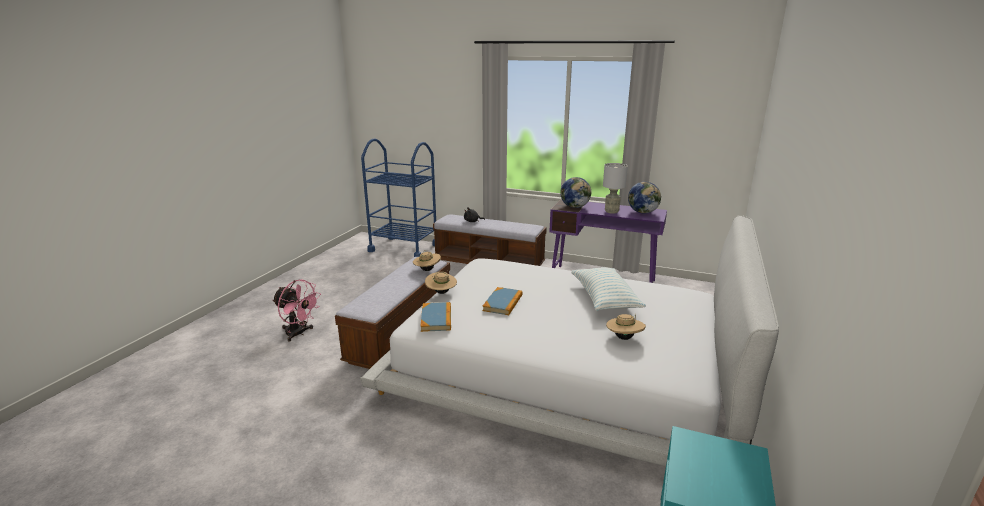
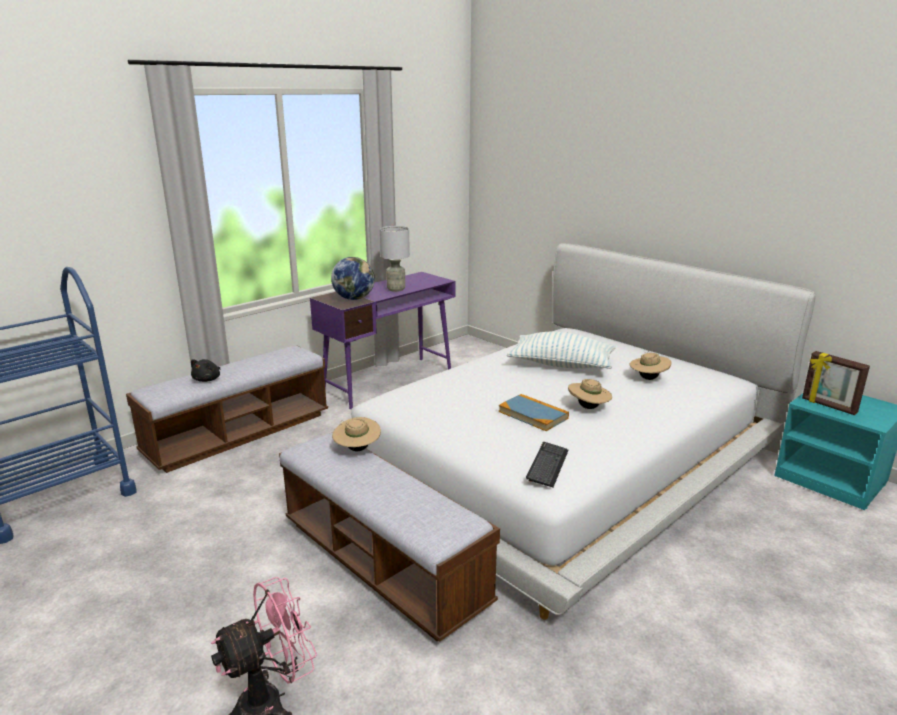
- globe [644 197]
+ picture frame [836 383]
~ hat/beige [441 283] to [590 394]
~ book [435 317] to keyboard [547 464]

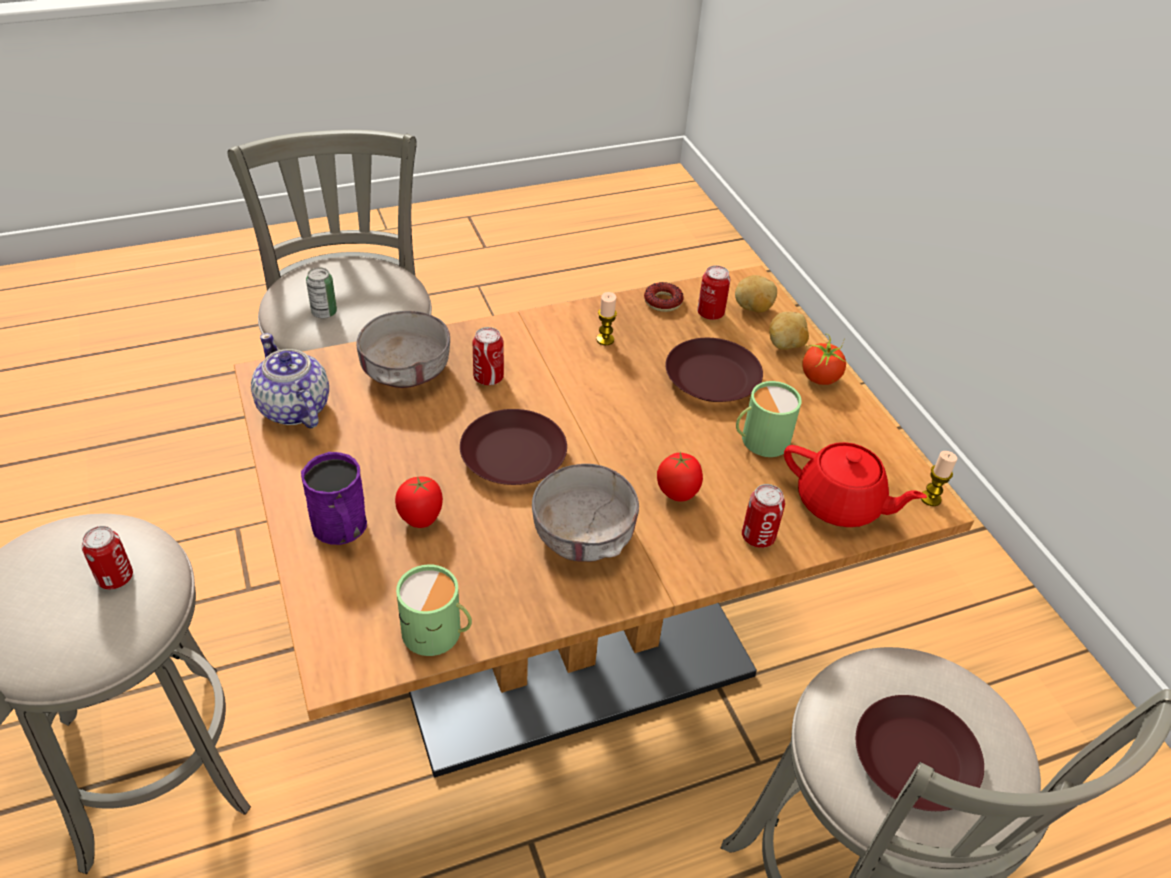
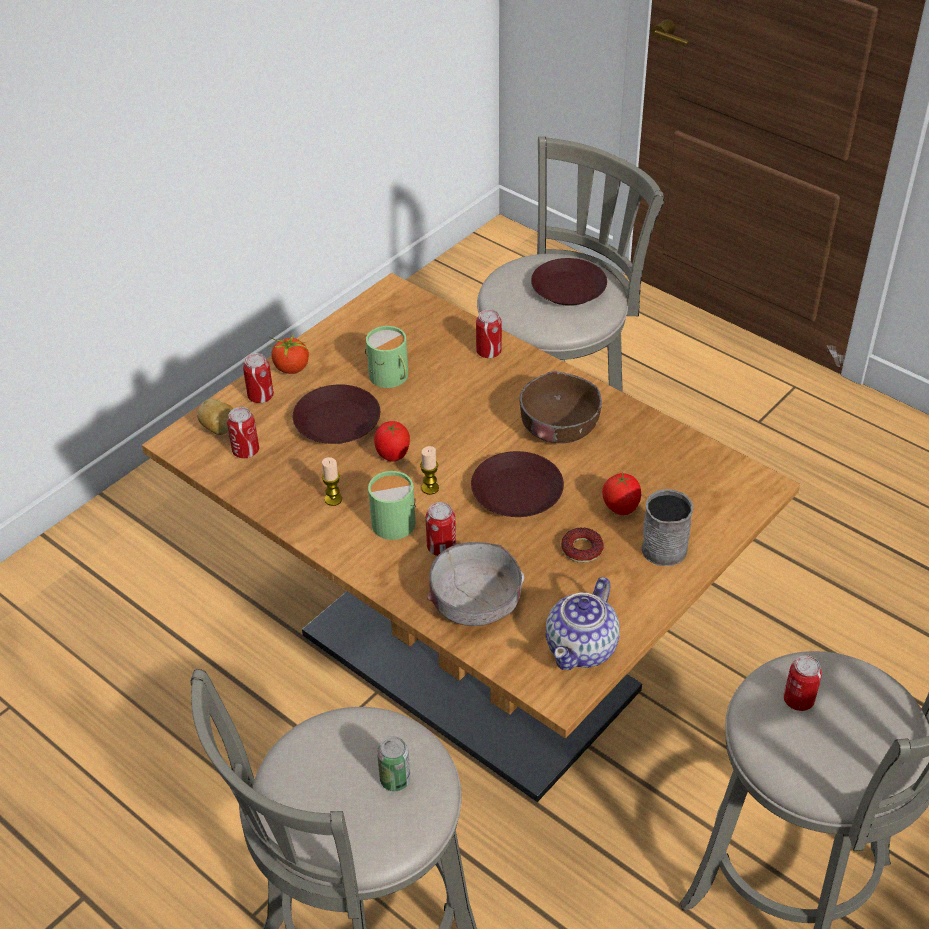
- teapot/red [855 484]
~ mug/green [434 610] to [392 505]
~ donut [663 297] to [582 545]
~ tomato [680 477] to [392 441]
~ candle [939 478] to [429 470]
~ potato [789 331] to can [258 378]
~ mug/purple [334 498] to mug/grey [667 527]
~ bowl/grey [585 513] to bowl/brown [560 407]

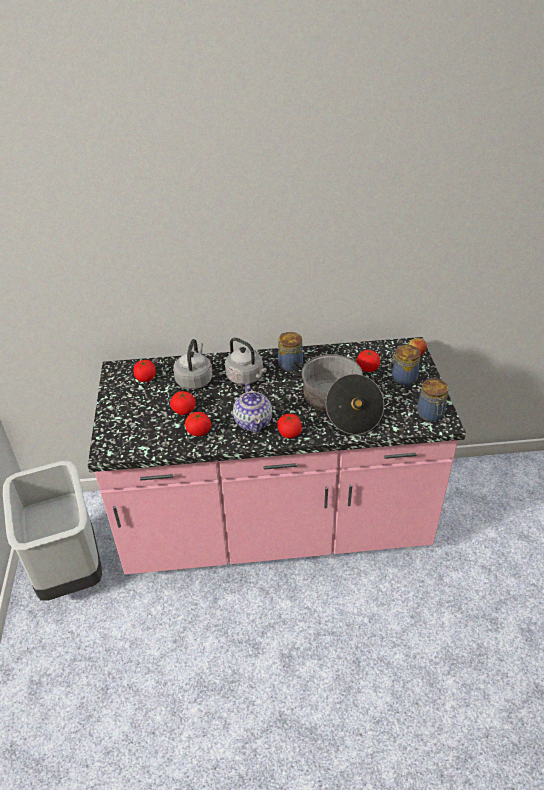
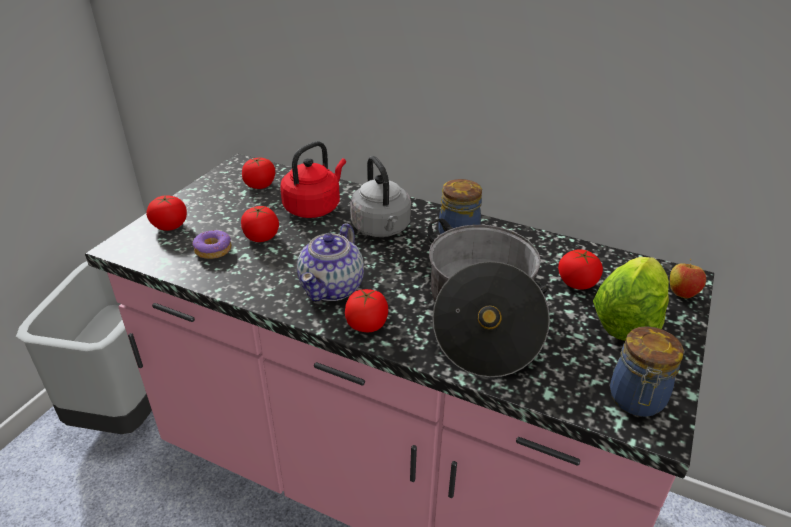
+ donut [211 244]
~ tomato [198 424] to [166 213]
~ jar [405 365] to lettuce [631 299]
~ kettle/grey [192 364] to kettle/red [313 179]

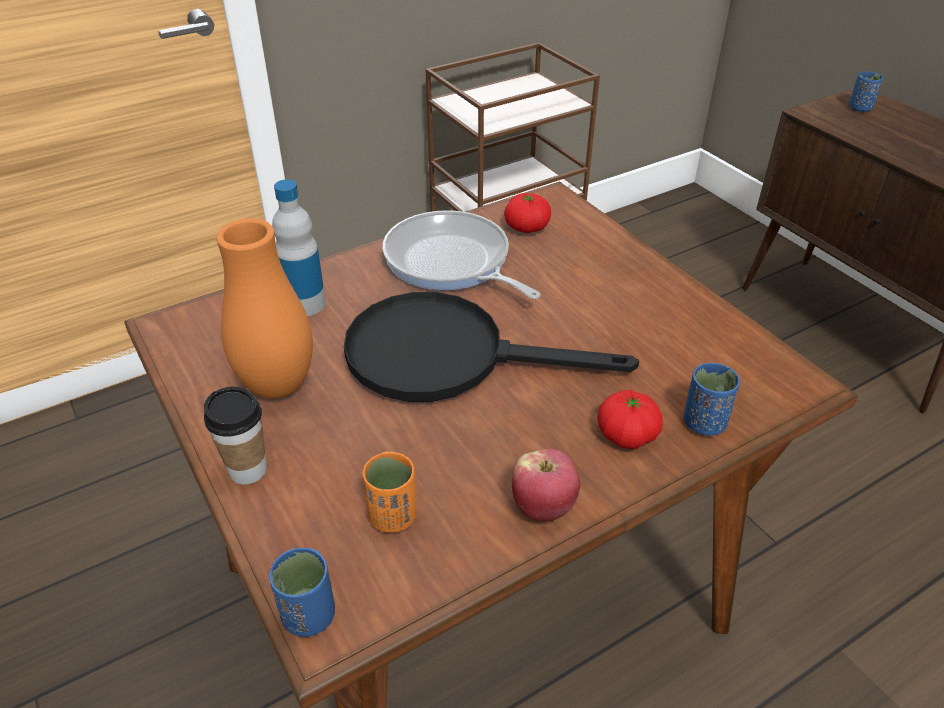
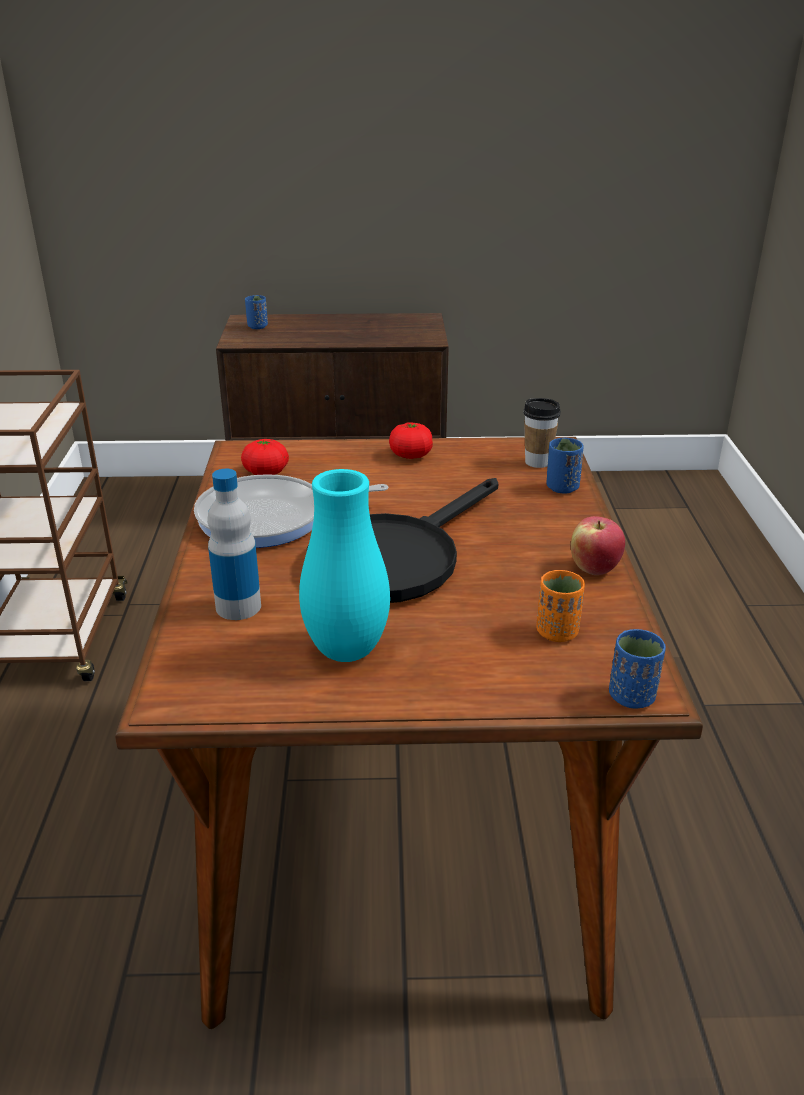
~ cup [235 436] to [542 433]
~ tomato [630 419] to [411 441]
~ vase/orange [264 308] to vase/turquoise [344 565]

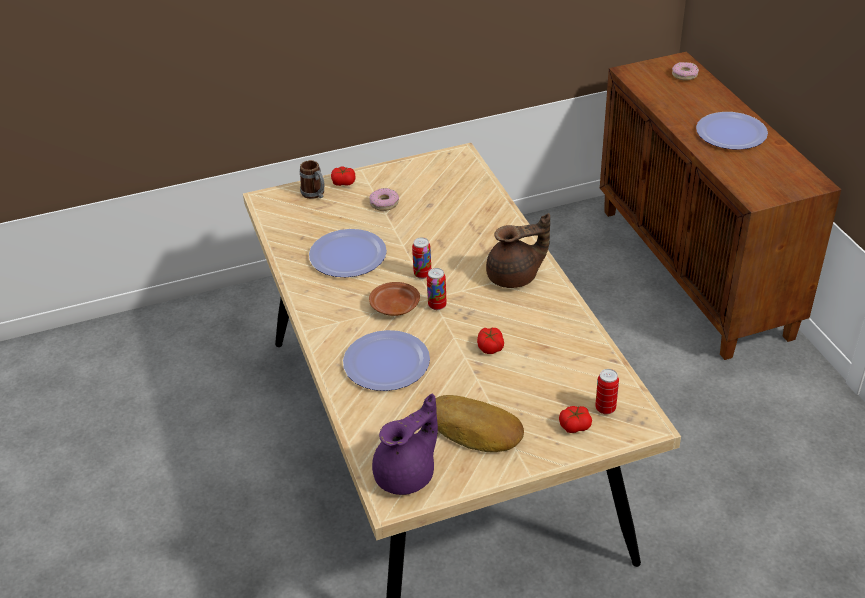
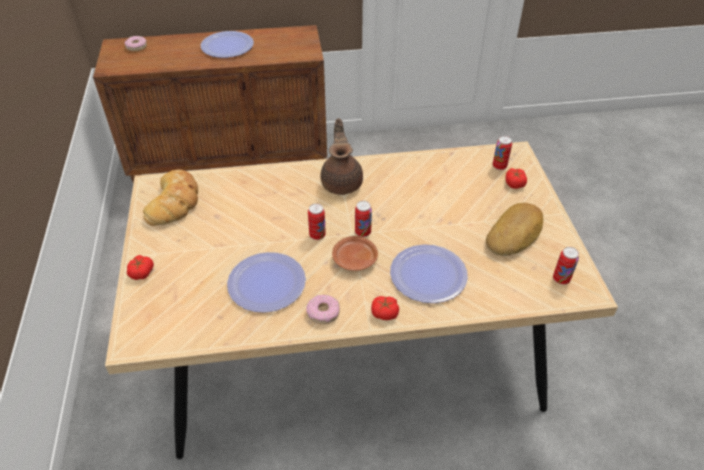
- mug [312 179]
+ bread [170 198]
~ donut [384 199] to [323 309]
~ tomato [490 341] to [385 308]
~ teapot/purple [405 444] to can [566 266]

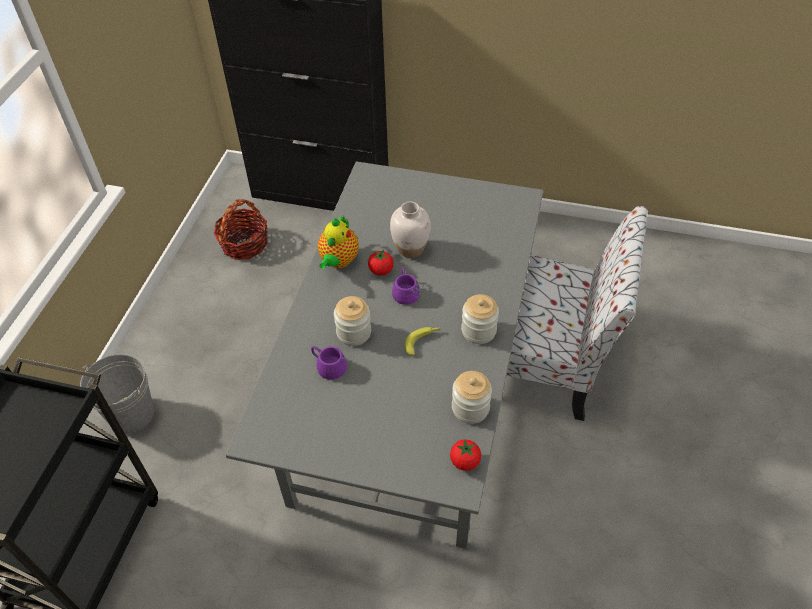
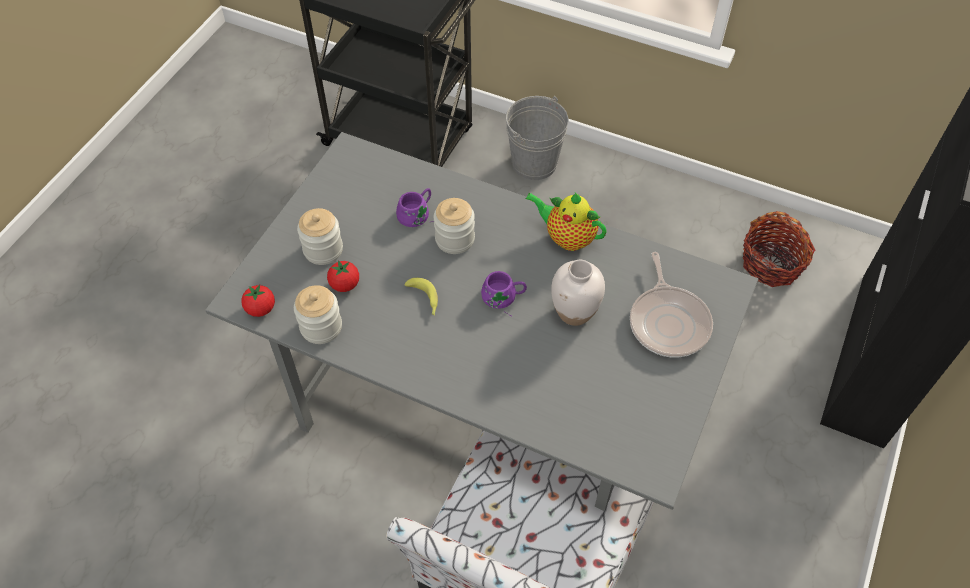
+ frying pan [671 305]
~ tomato [381 263] to [343 276]
~ jar [480 319] to [320 236]

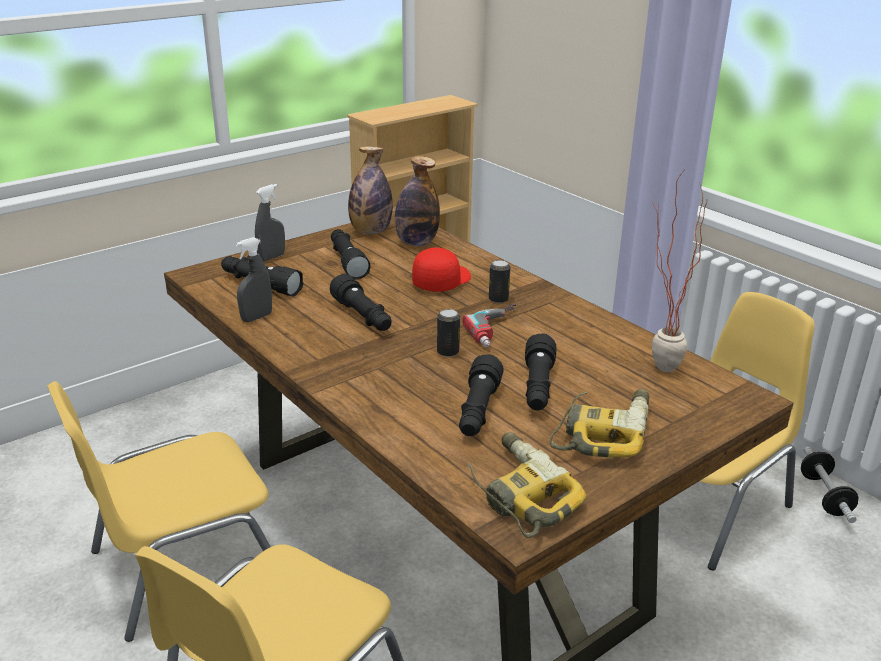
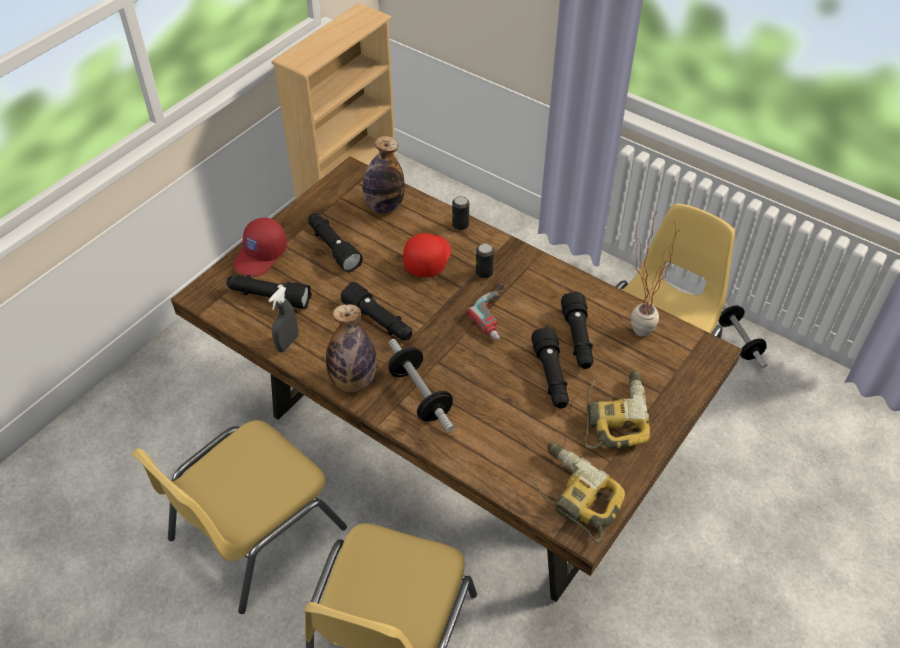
+ dumbbell [421 385]
~ bottle [370 190] to [351 348]
~ can [448 333] to [460 213]
~ flashlight/black [481 395] to [577 330]
~ spray bottle/grey [270 222] to cap/red [260 246]

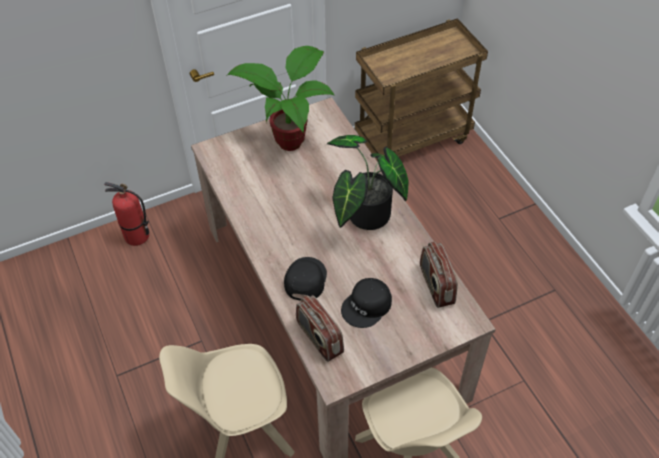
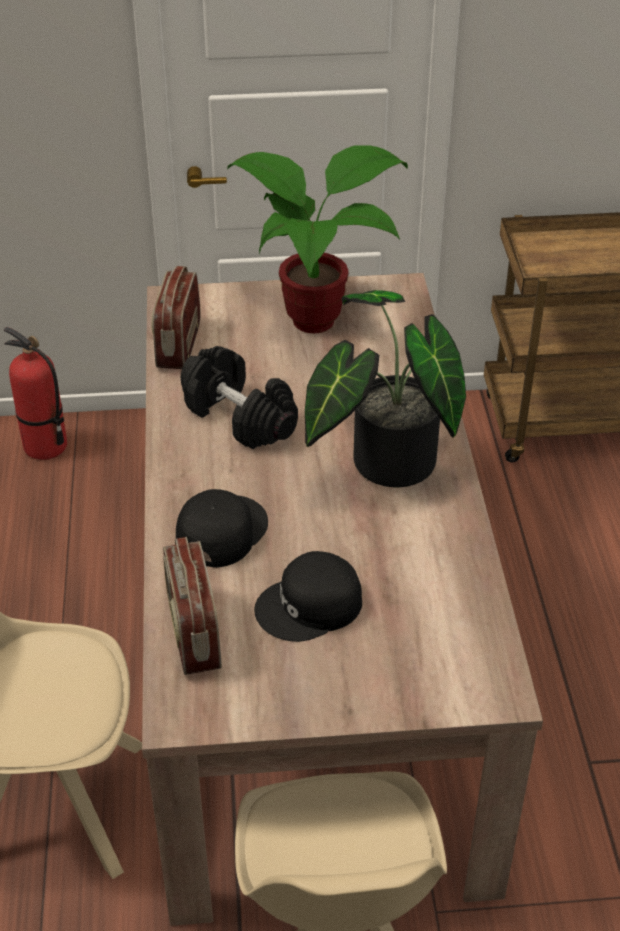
+ dumbbell/black [239 397]
~ radio [439 275] to [176 317]

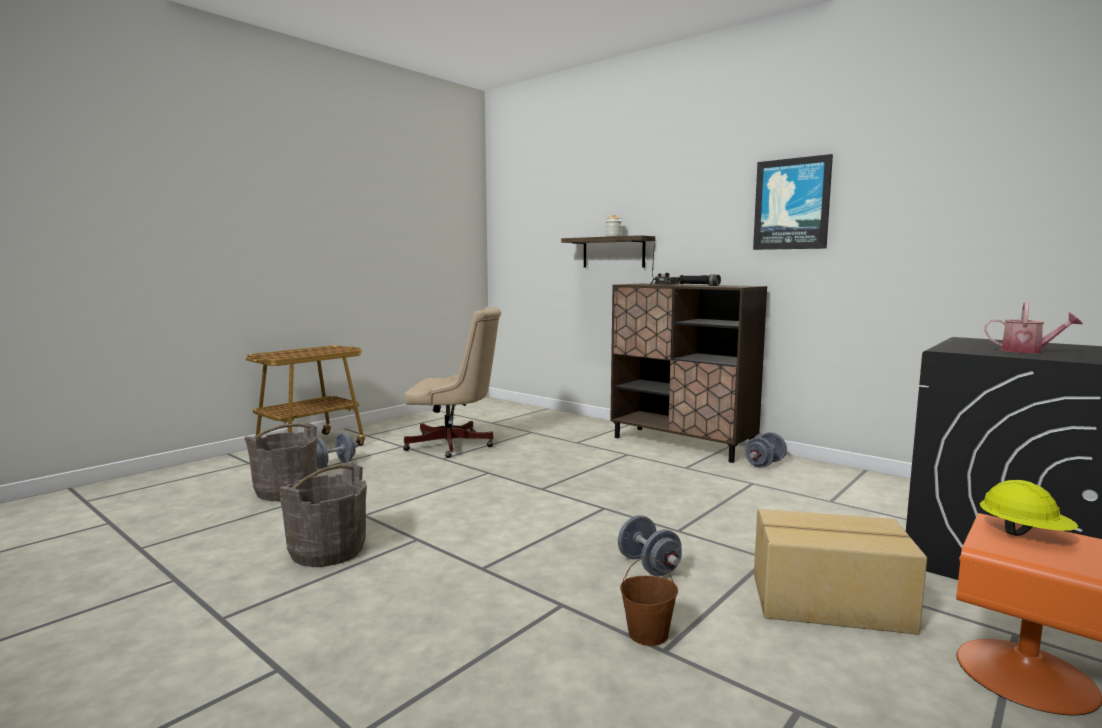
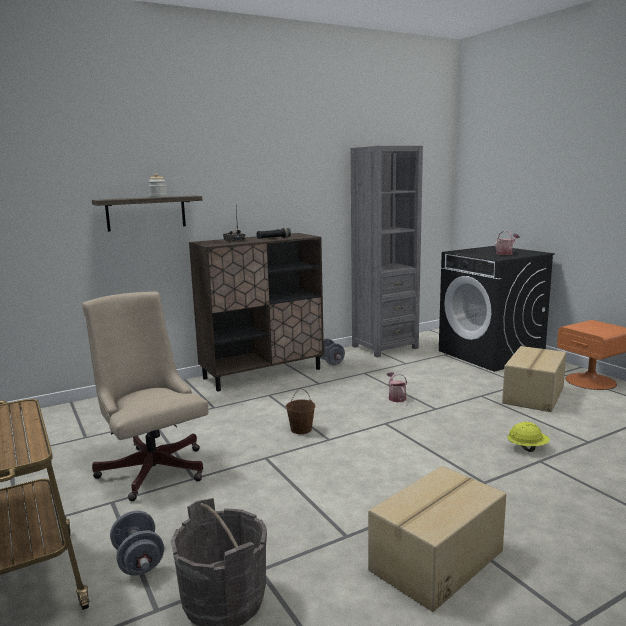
- dumbbell/grey [650 545]
- picture [793 202]
+ bookcase/grey [386 251]
+ watering can [396 387]
~ bucket/brown [649 601] to [300 411]
~ hard hat/yellow [1029 508] to [528 437]
~ bucket/grey [323 515] to cardboard box [437 539]
~ office chair/beige [452 382] = [145 396] 60 degrees counterclockwise

